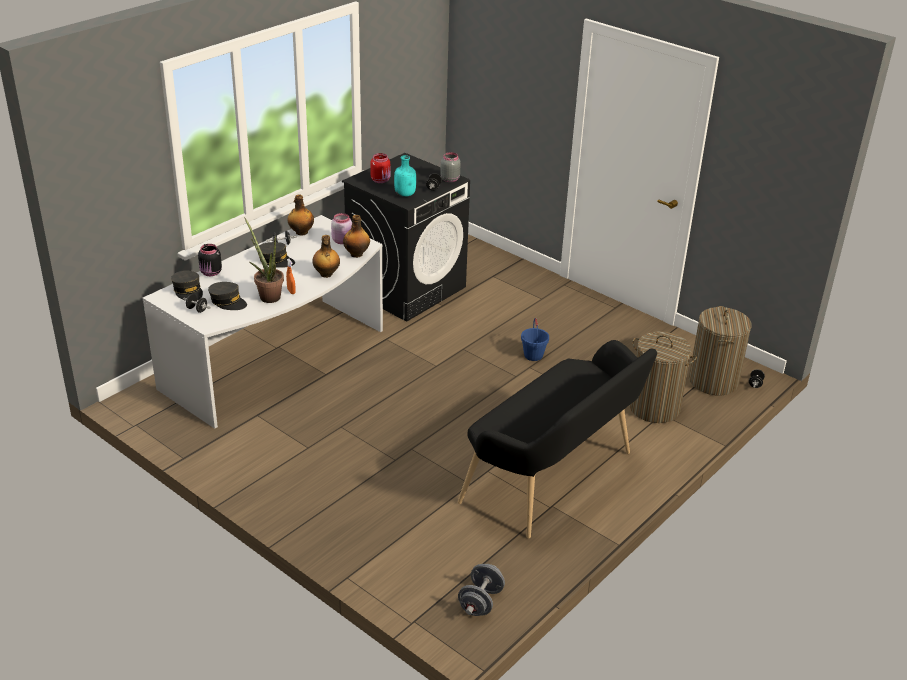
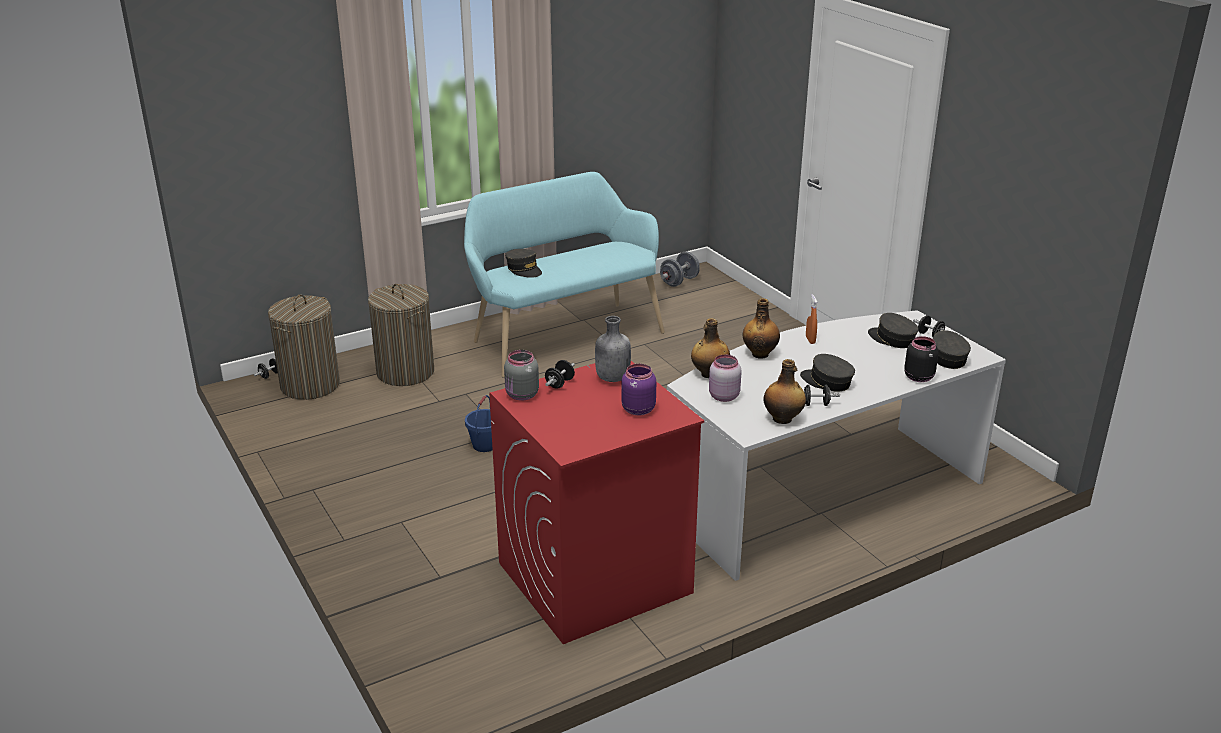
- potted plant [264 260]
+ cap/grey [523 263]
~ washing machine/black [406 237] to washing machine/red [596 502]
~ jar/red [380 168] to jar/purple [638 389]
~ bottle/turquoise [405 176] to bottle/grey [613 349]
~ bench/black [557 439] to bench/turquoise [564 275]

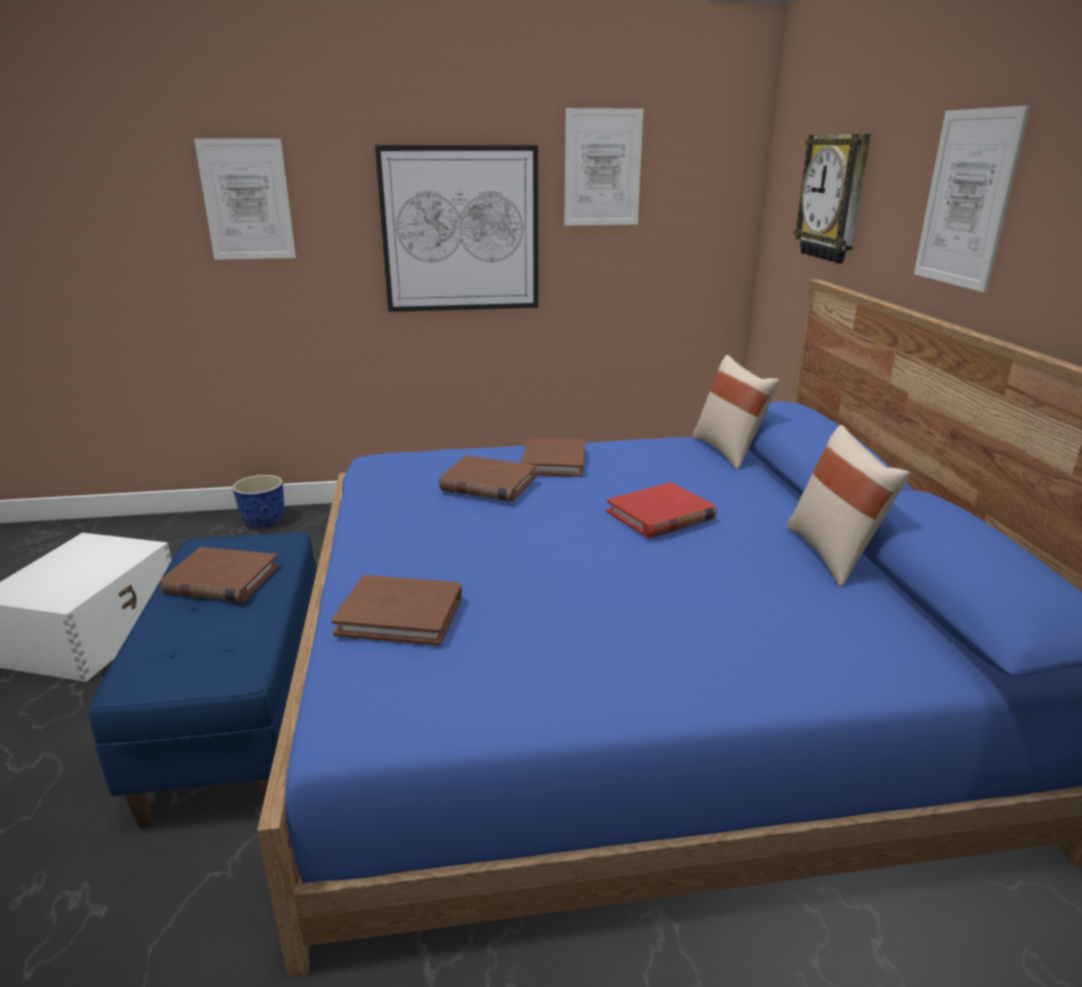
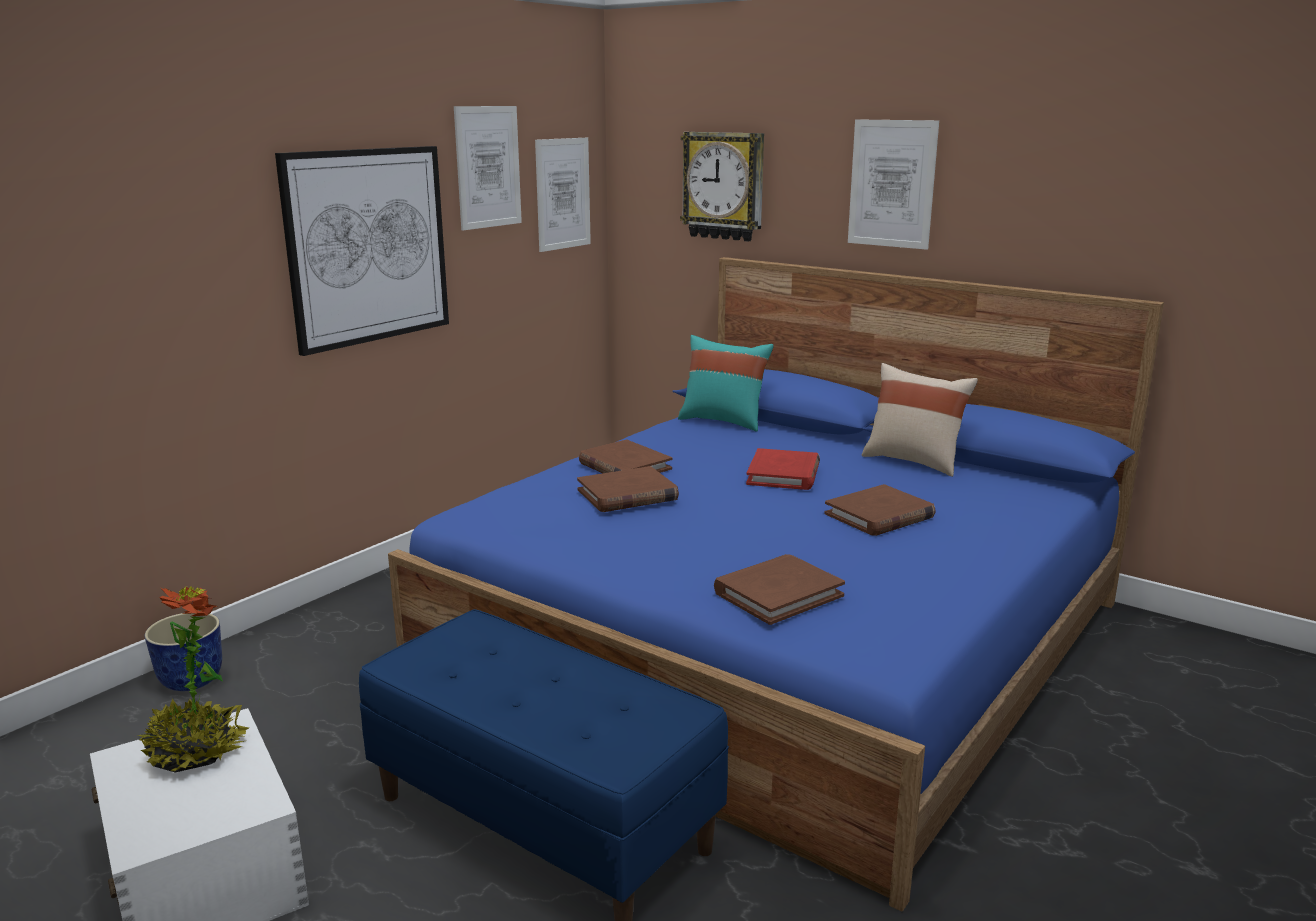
+ potted plant [193 679]
~ book/brown [219 574] to [880 510]
~ picture [245 199] to [563 195]
~ pillow/beige [736 412] to pillow/turquoise [726 383]

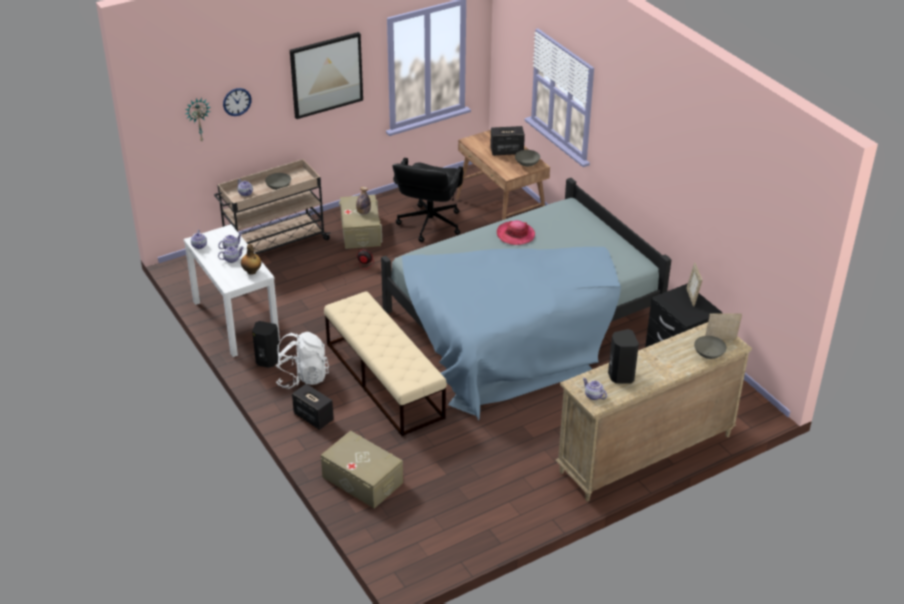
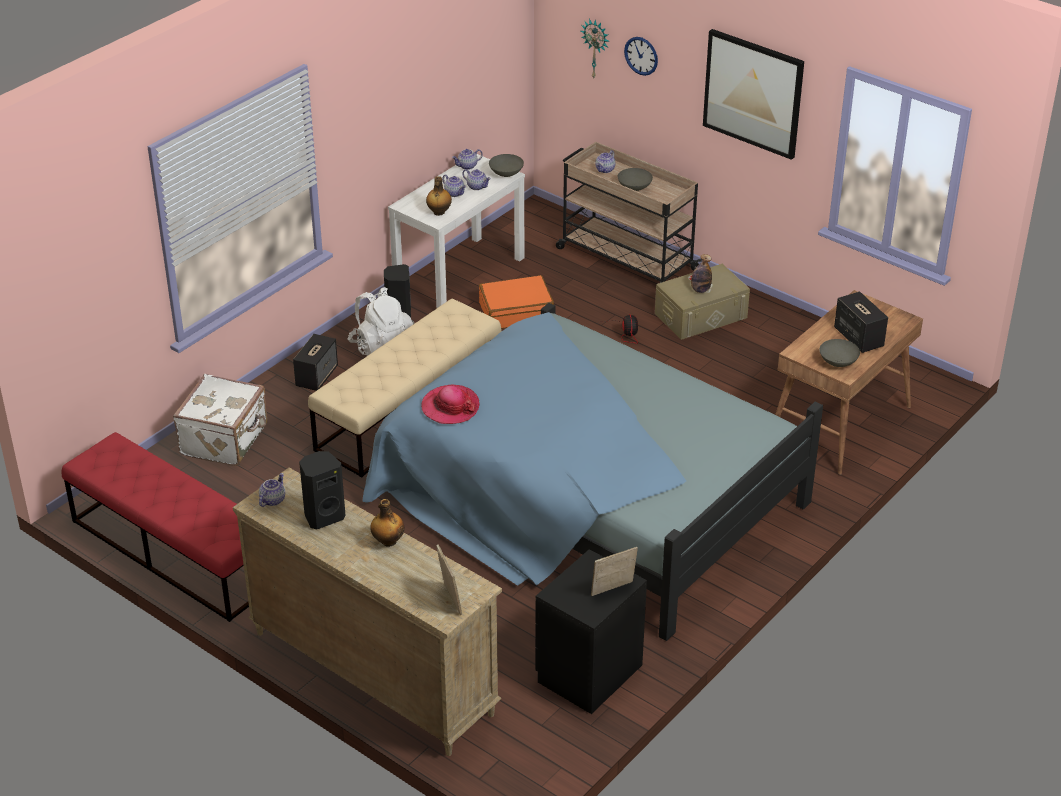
- office chair/black [428 200]
+ bench/red [155 527]
+ bottle [387 523]
+ suitcase/orange [516 302]
~ hat [516 232] to [450 404]
~ bowl/grey [710 347] to [506 165]
~ storage box/beige [362 470] to suitcase/white [220 420]

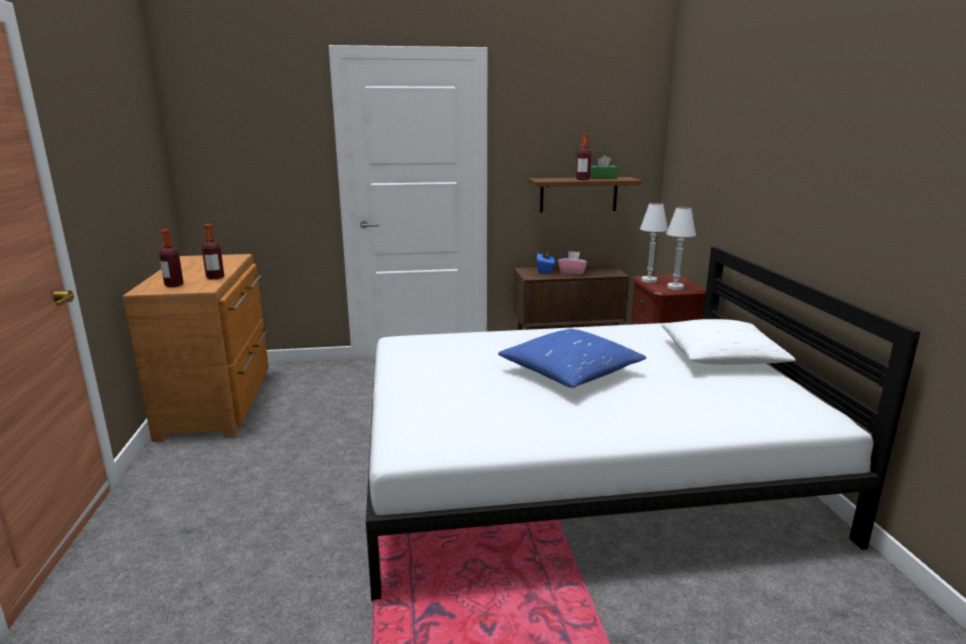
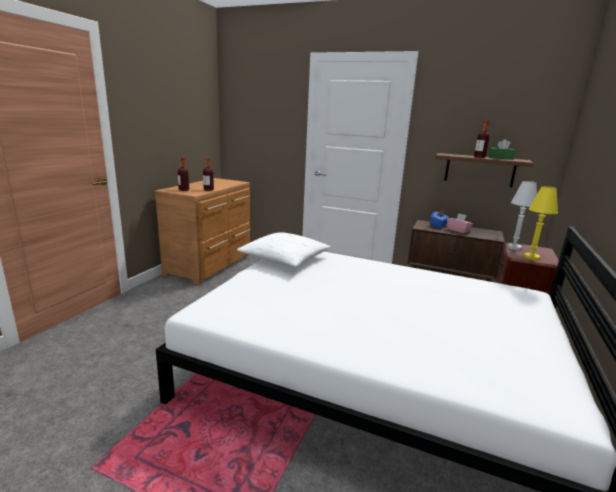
- pillow/blue [572 358]
~ pillow/white [728 342] to [284 249]
~ table lamp/white [681 248] to table lamp/yellow [540 223]

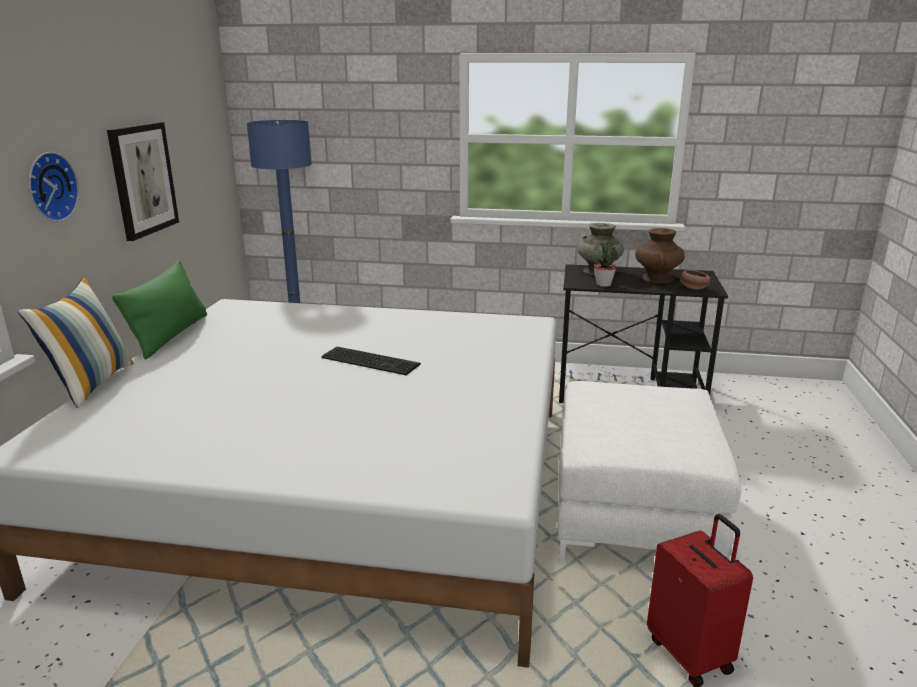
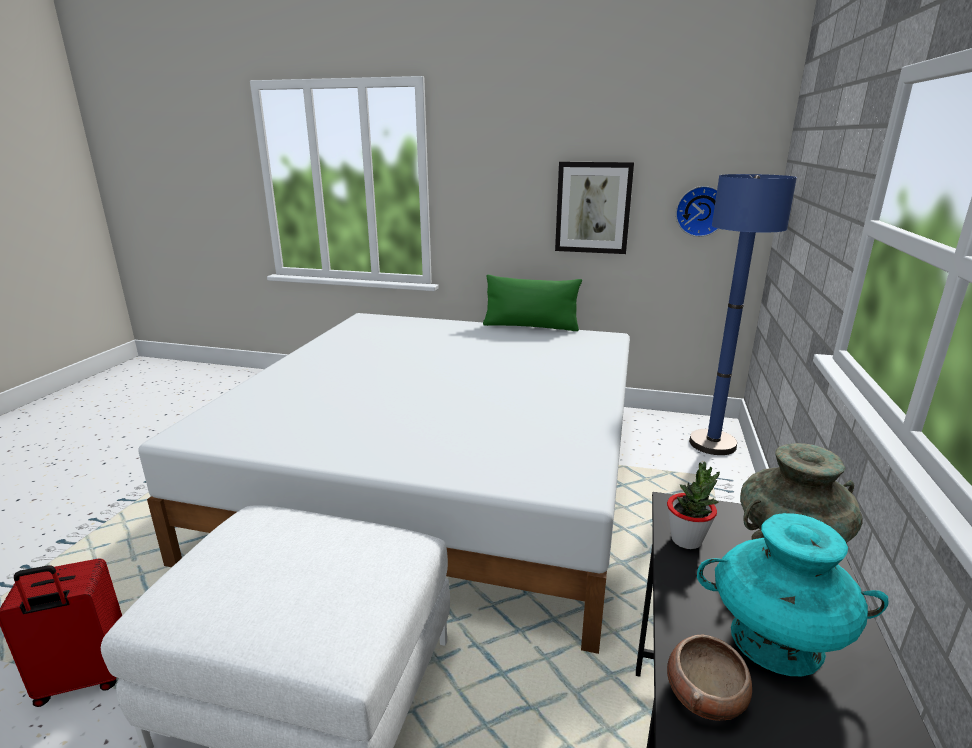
- pillow [76 342]
- keyboard [371 361]
~ wall clock [54 187] to [697 211]
~ vase/brown [660 255] to vase/turquoise [793 594]

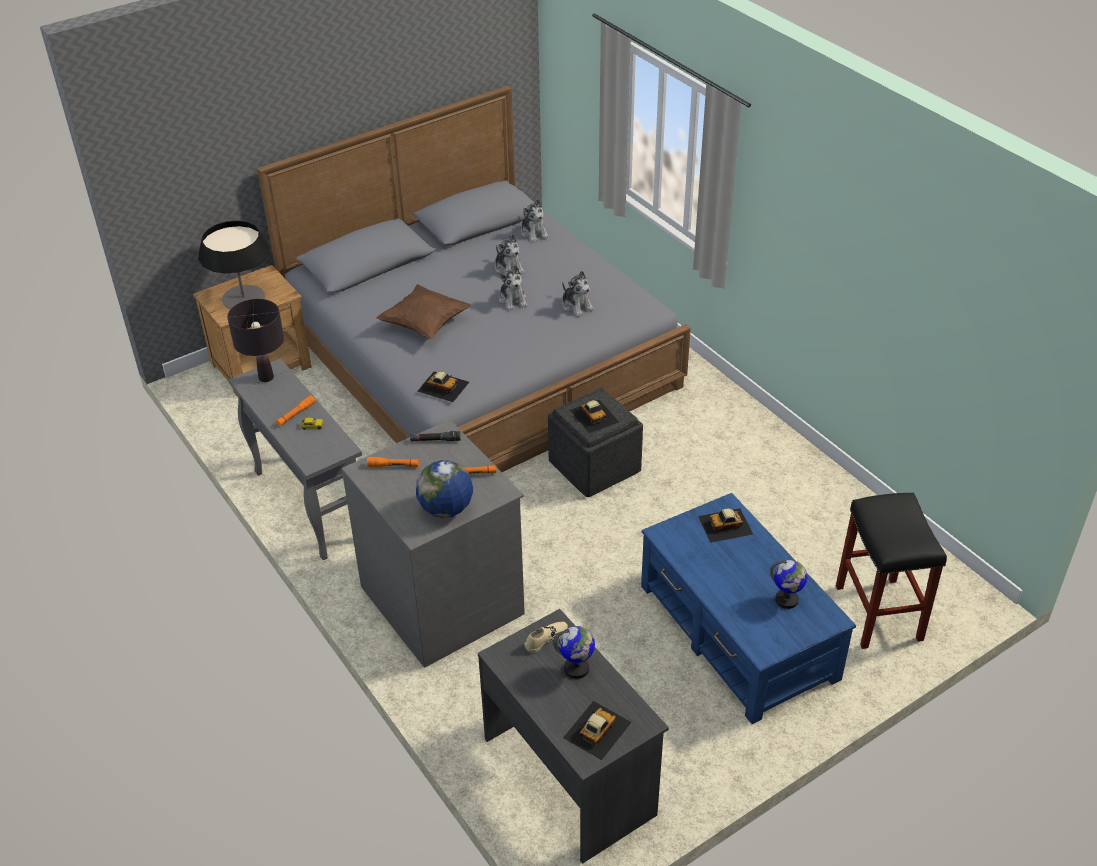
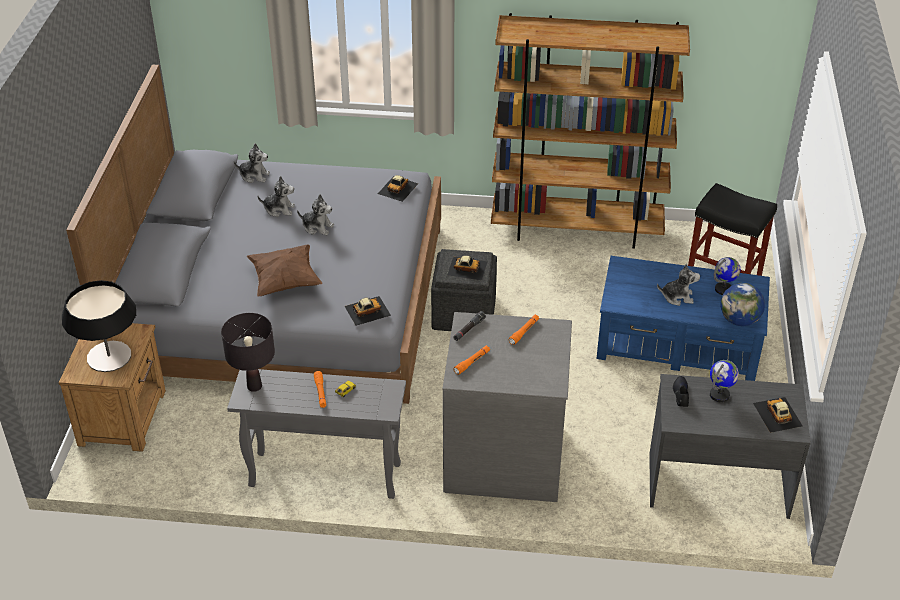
+ bookcase/brown [590 131]
~ globe [444 489] to [742 304]
~ plush toy [578 294] to [678 285]
~ toy car [725 525] to [398 188]
~ shoe/beige [546 637] to shoe/black [681 391]

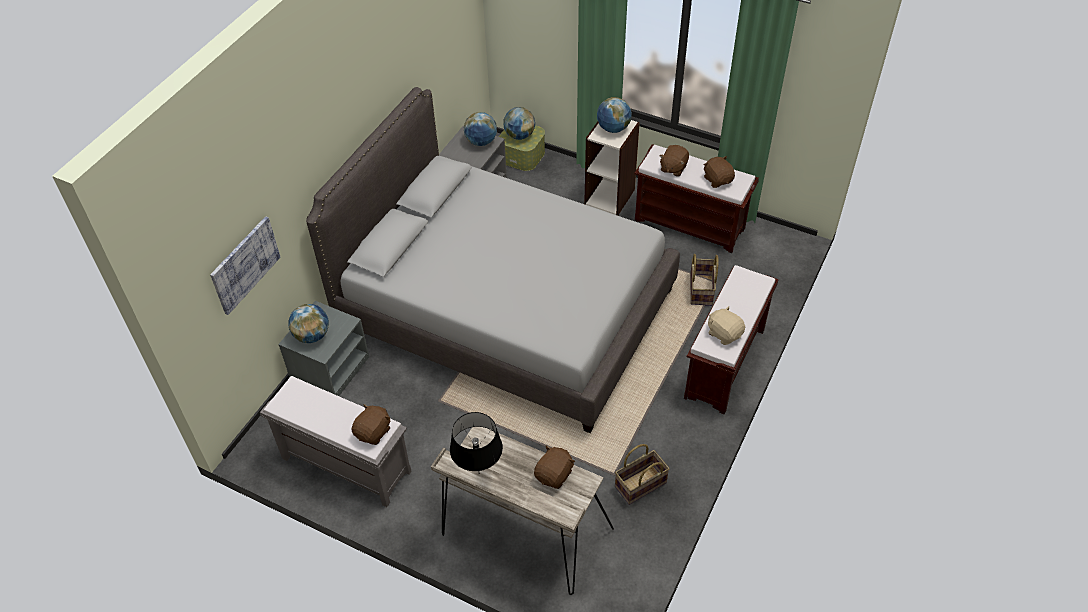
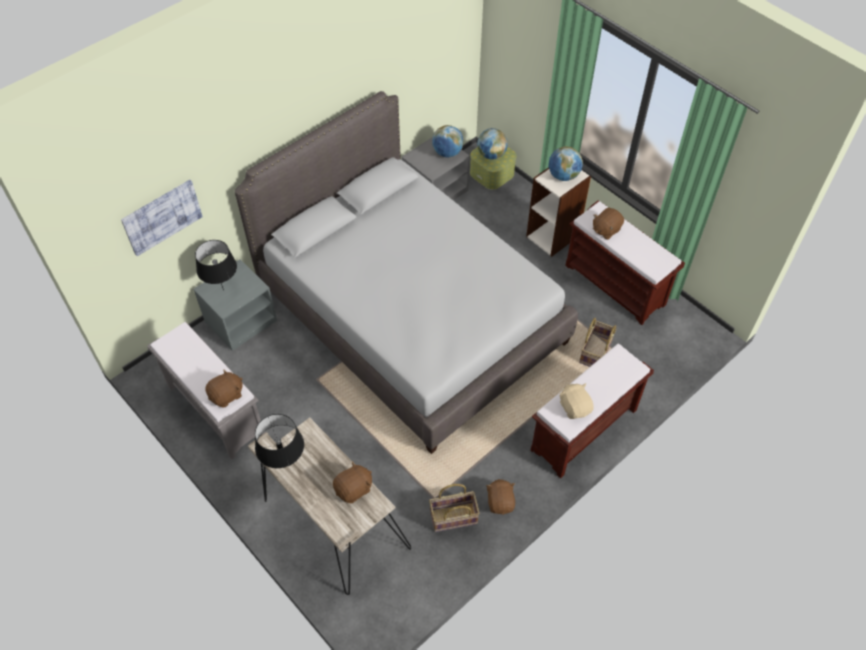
~ plush toy/brown [719 172] to [500 497]
~ globe [308 323] to table lamp/black [216 265]

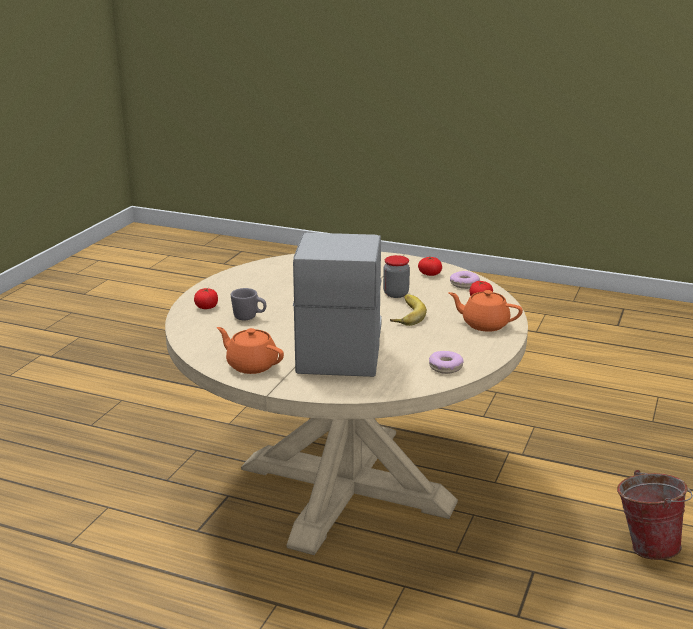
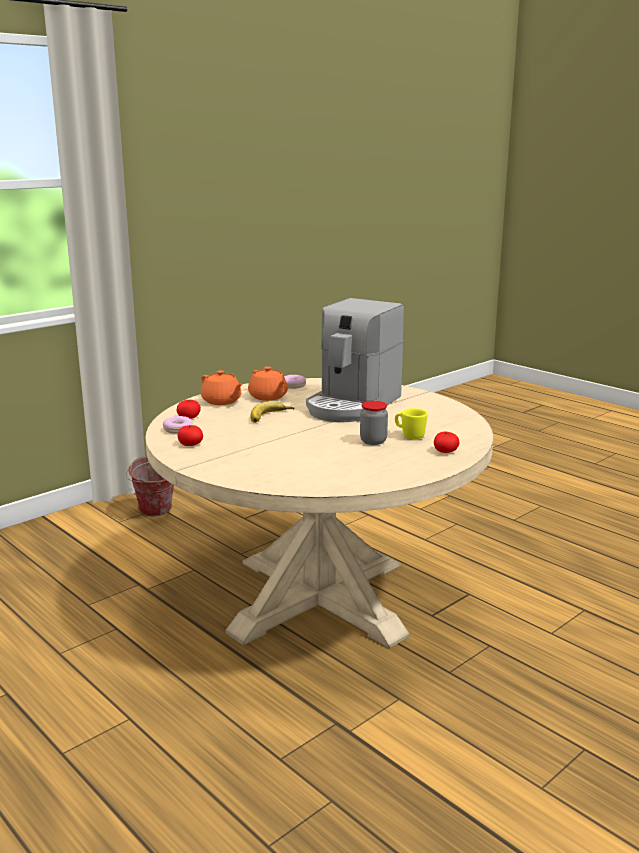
~ teapot/orange [250 350] to [268 383]
~ jar [396 276] to [374 423]
~ mug/grey [248 304] to mug/yellow [411 423]

